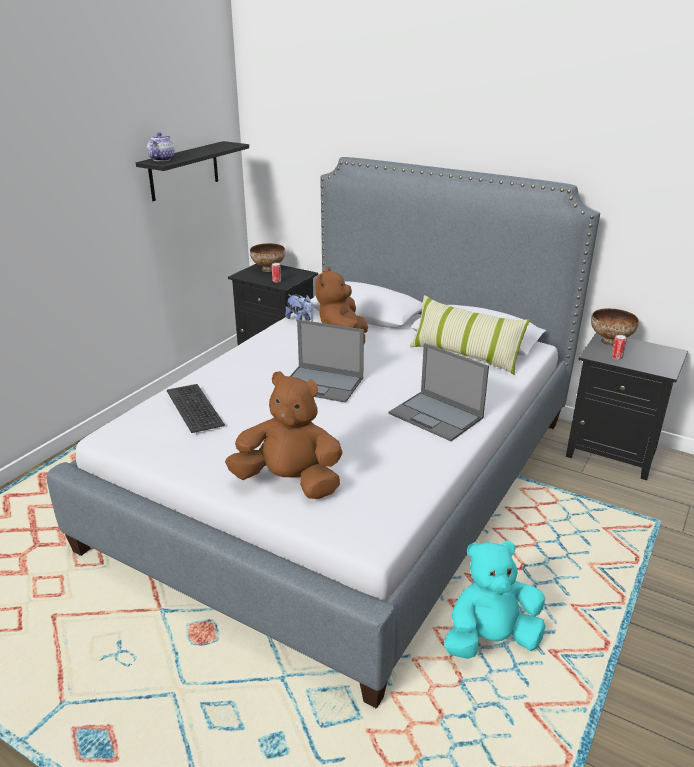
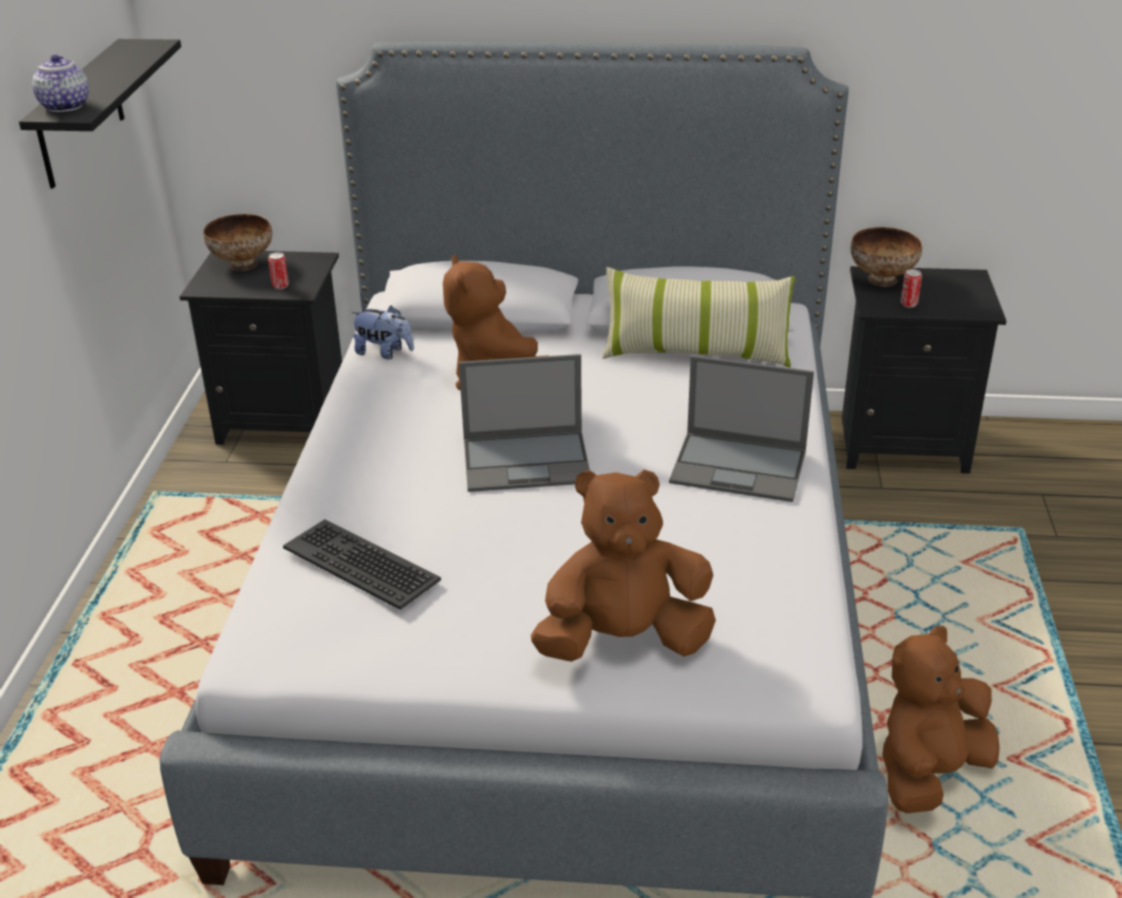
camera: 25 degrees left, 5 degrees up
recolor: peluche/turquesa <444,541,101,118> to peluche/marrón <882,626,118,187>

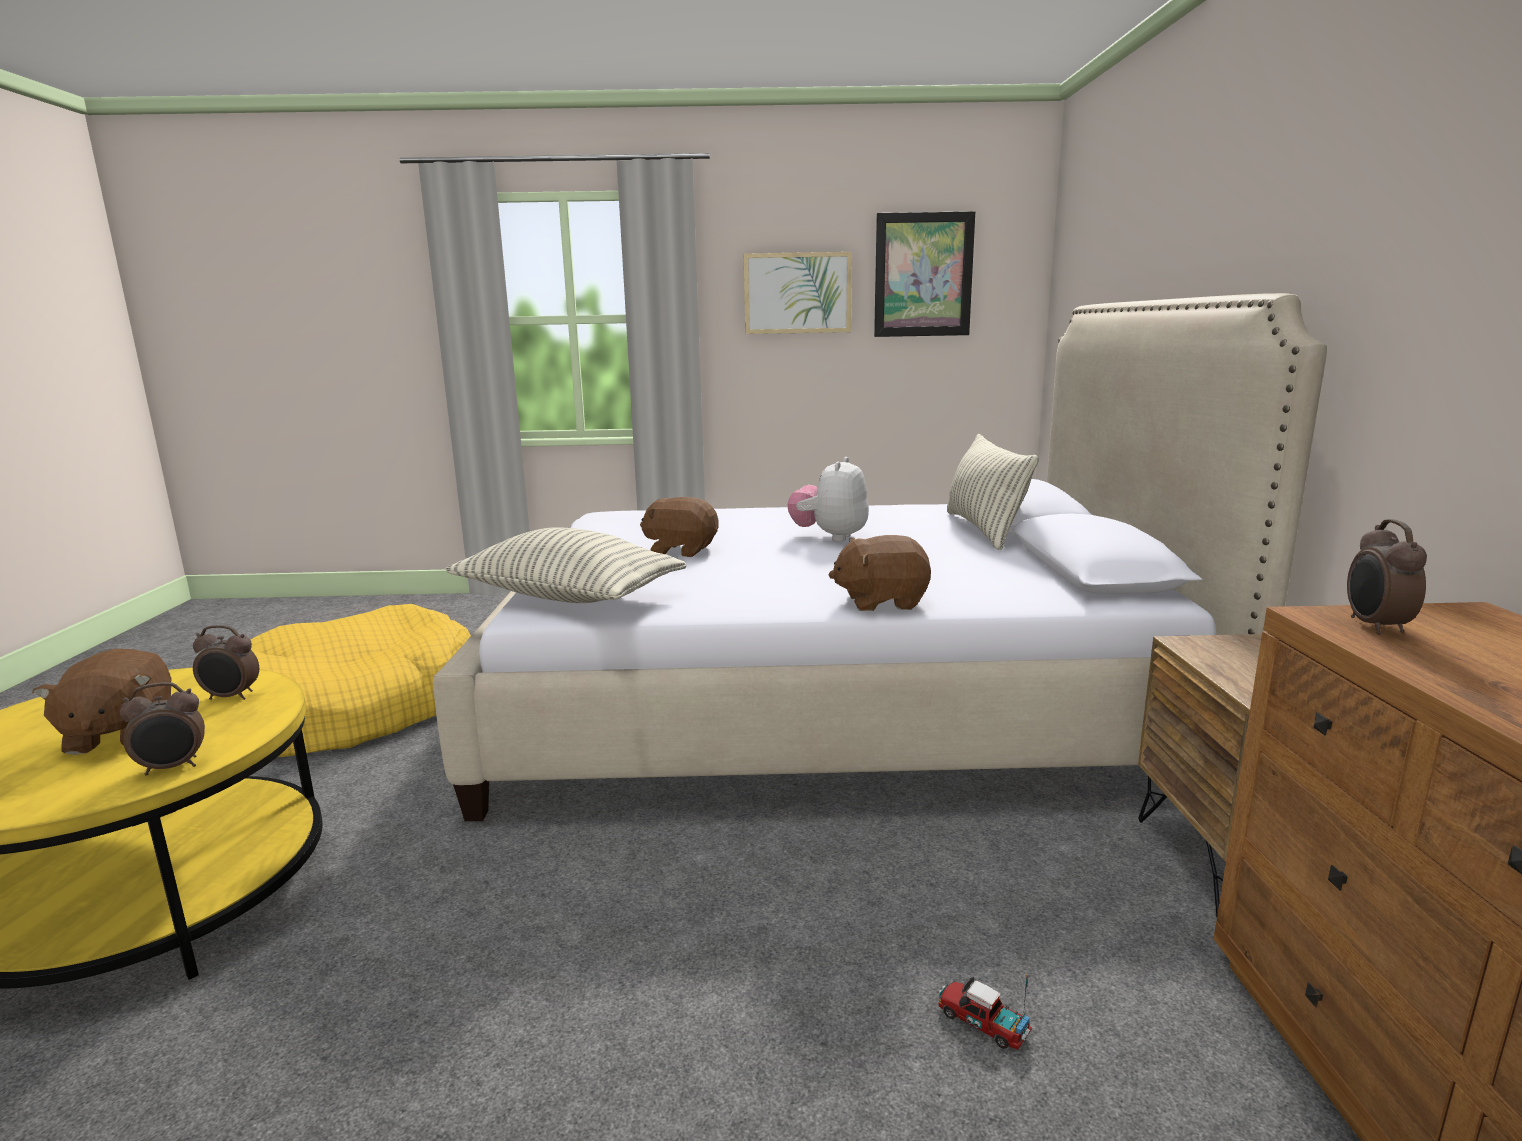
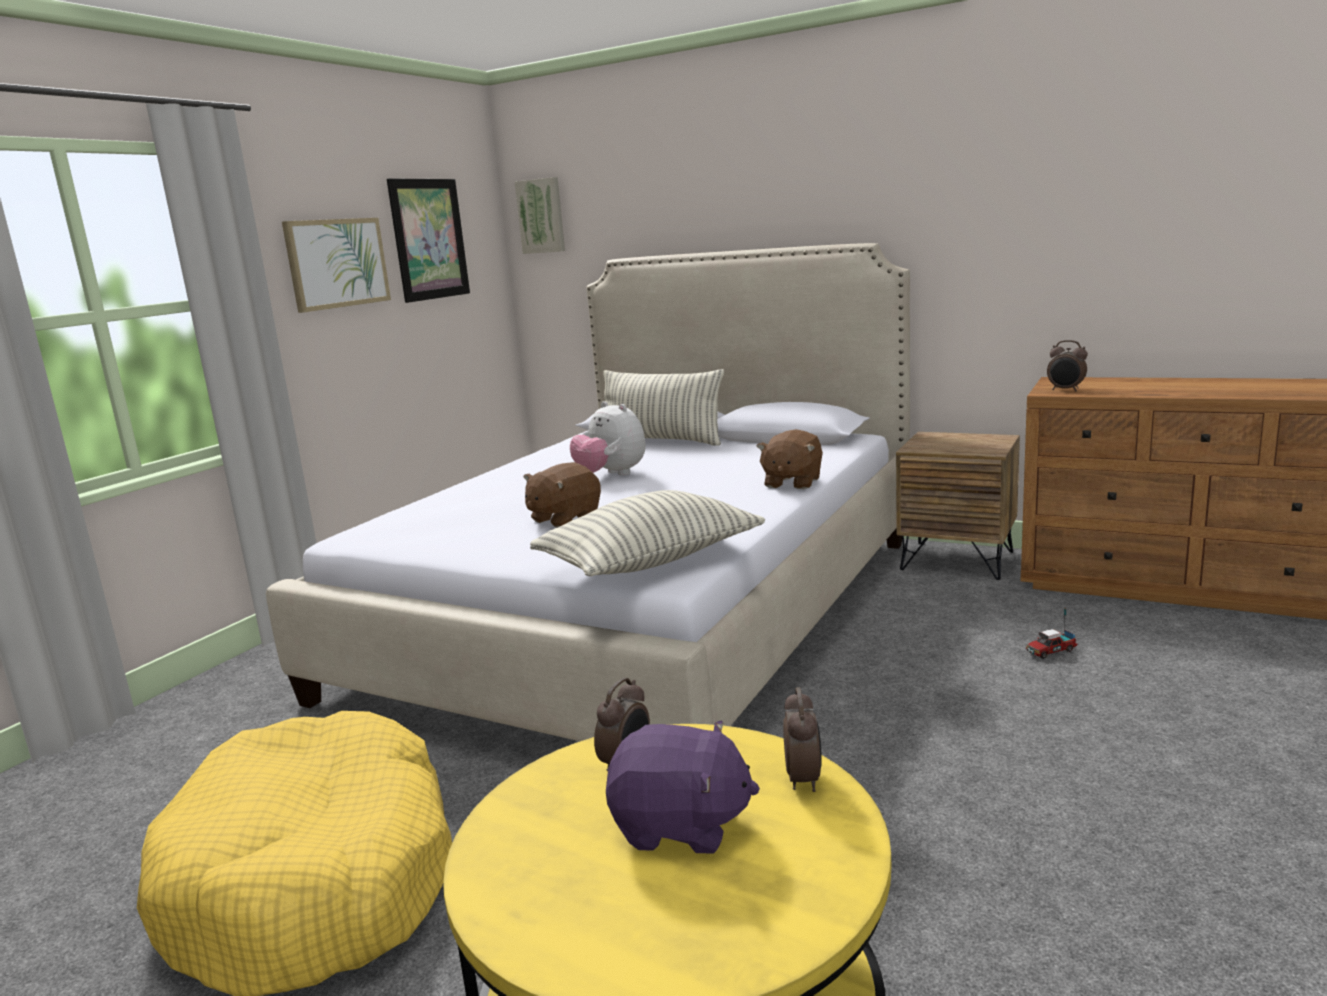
camera: 60 degrees left, 0 degrees up
insert: cuadro <515,177,50,77>
recolor: peluche/marrón <32,649,139,106> to peluche/morado <606,720,154,134>

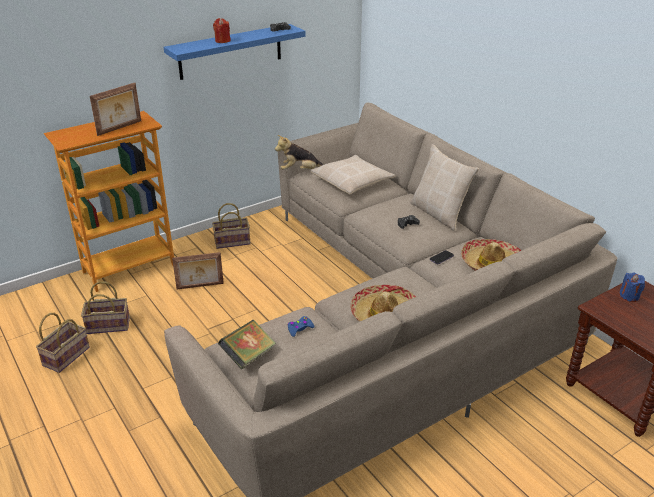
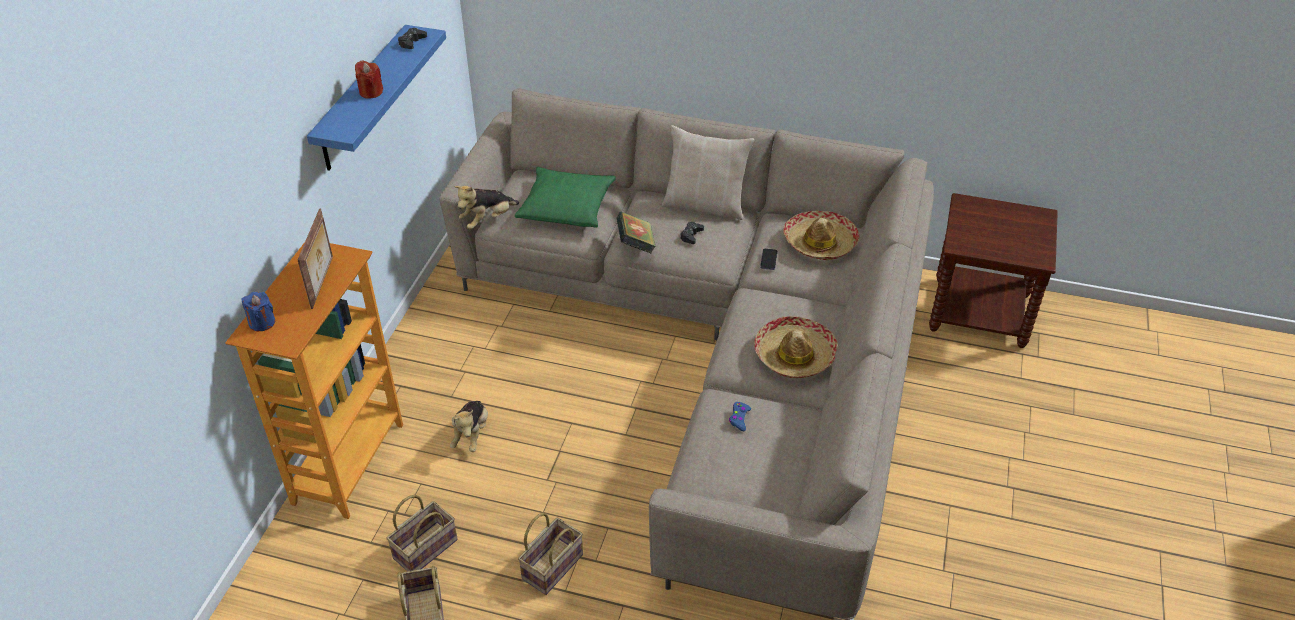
camera: 40 degrees left, 10 degrees up
move: cesta <212,203,39,46> to <518,512,65,83>; libro <218,320,58,49> to <616,212,40,42>; vela/azul <620,272,25,30> to <241,292,34,39>
replace: portarretratos <172,252,52,37> to peluche <450,401,38,51>
recolor: cojín/beis <311,155,84,39> to cojín/verde <515,167,101,61>

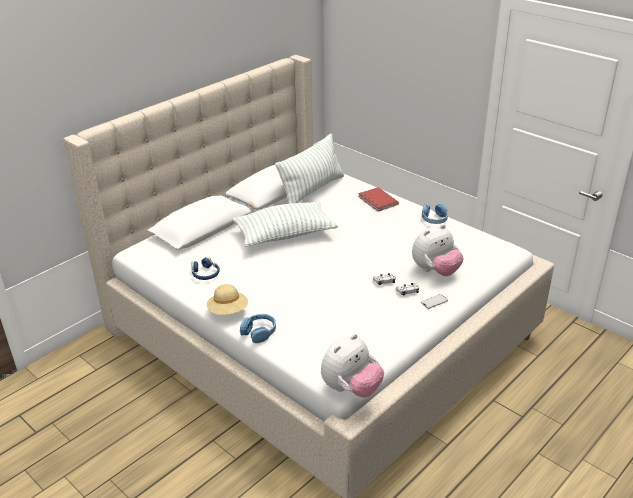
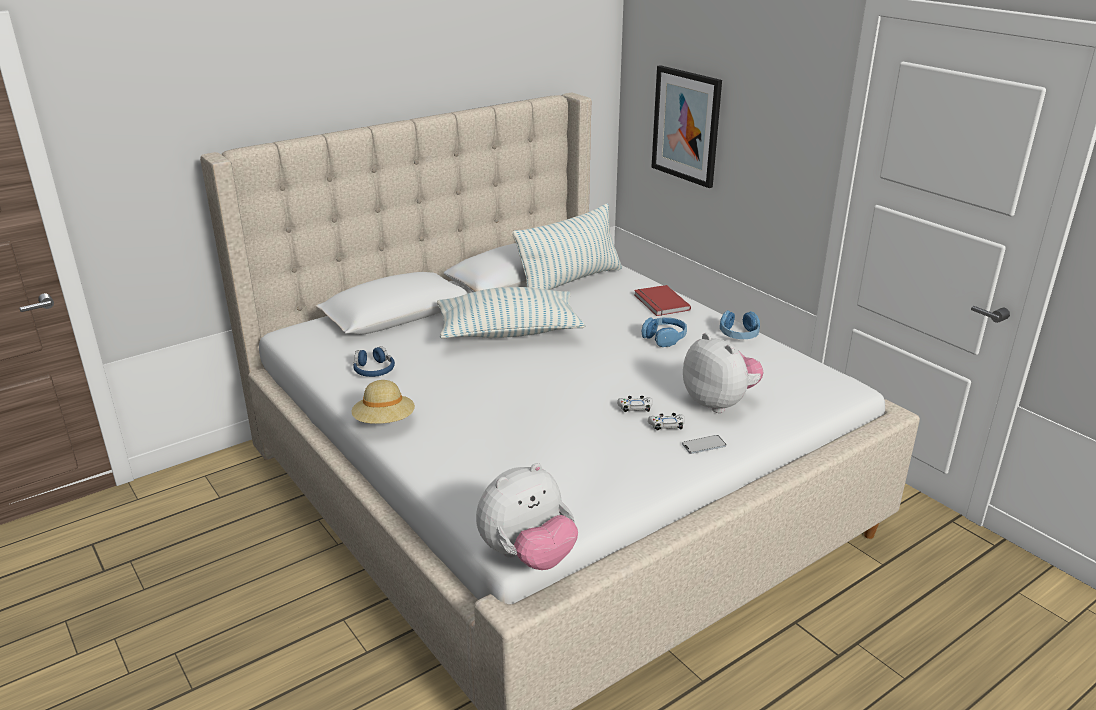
camera: 10 degrees right, 5 degrees down
insert: cuadro <651,65,71,123>
move: auriculares/azul <240,314,36,29> to <641,317,46,30>
rotate: peluche <412,224,52,52> = <683,333,81,80> 105 degrees counterclockwise

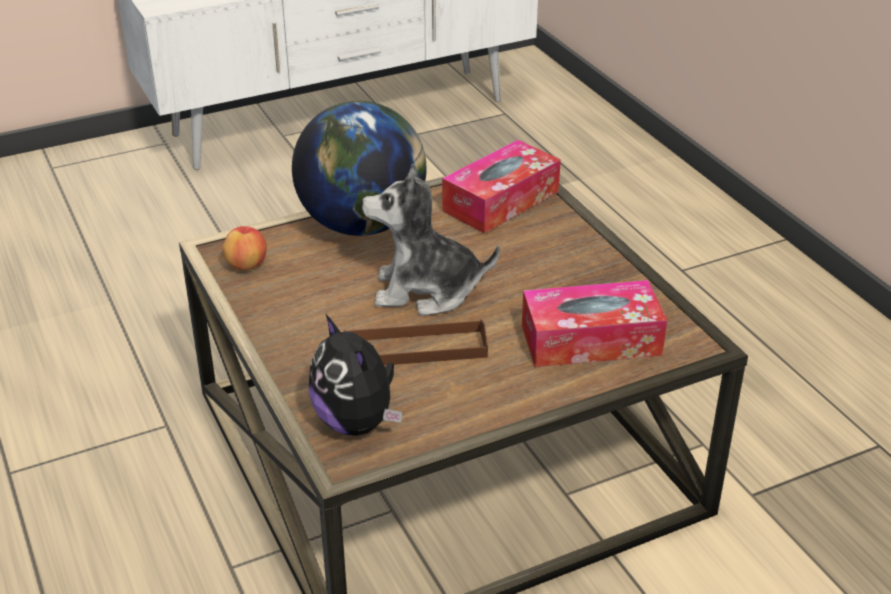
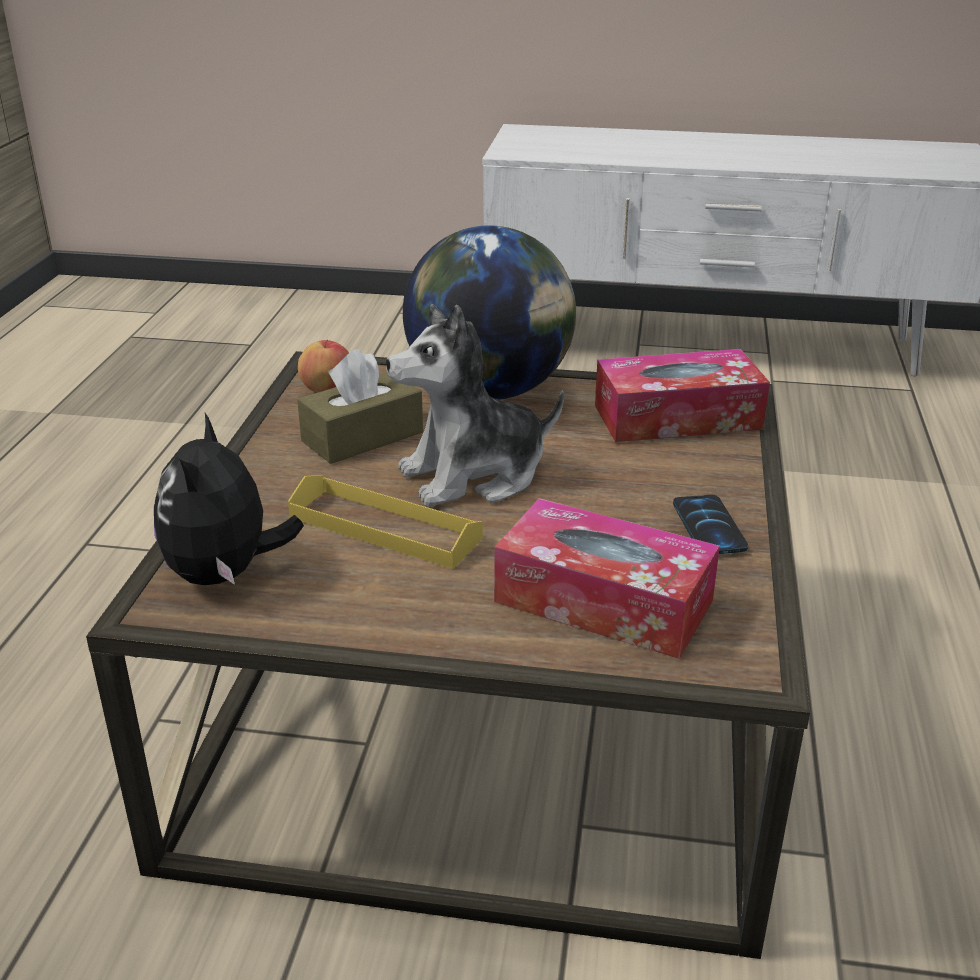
camera: 35 degrees right, 5 degrees down
insert: caja de pañuelos/marrón <297,349,126,115>; móvil <673,495,75,59>
recolor: bandeja/marrón <344,319,144,46> to bandeja/amarillo <288,475,195,94>
rotate: peluche <362,163,138,153> = <386,304,178,203> 60 degrees counterclockwise

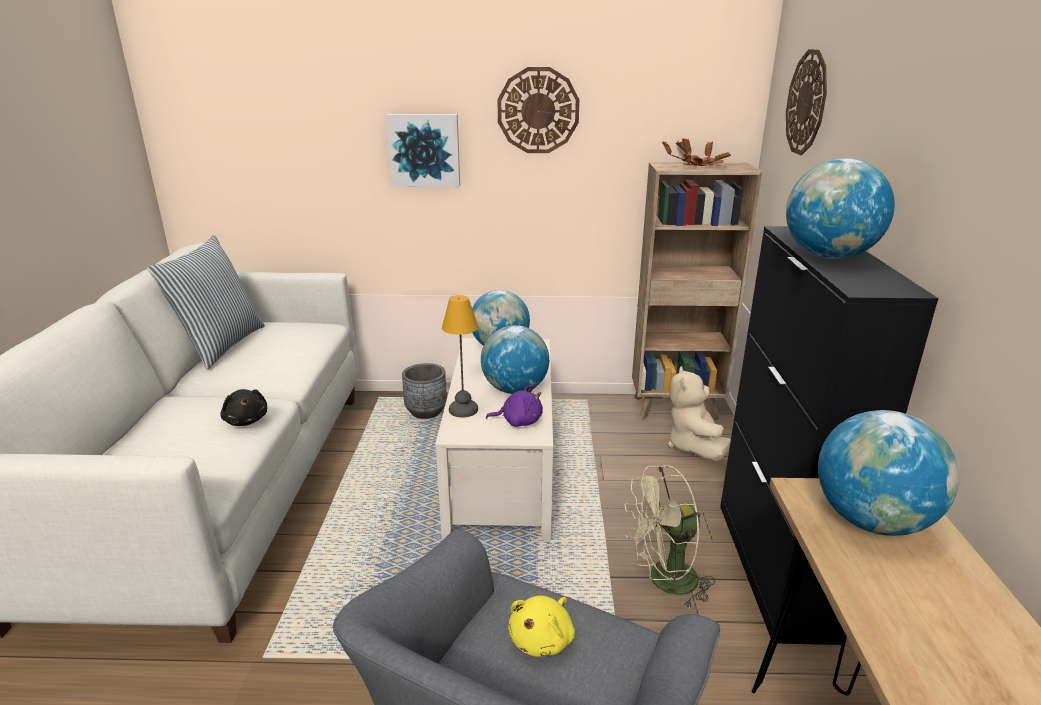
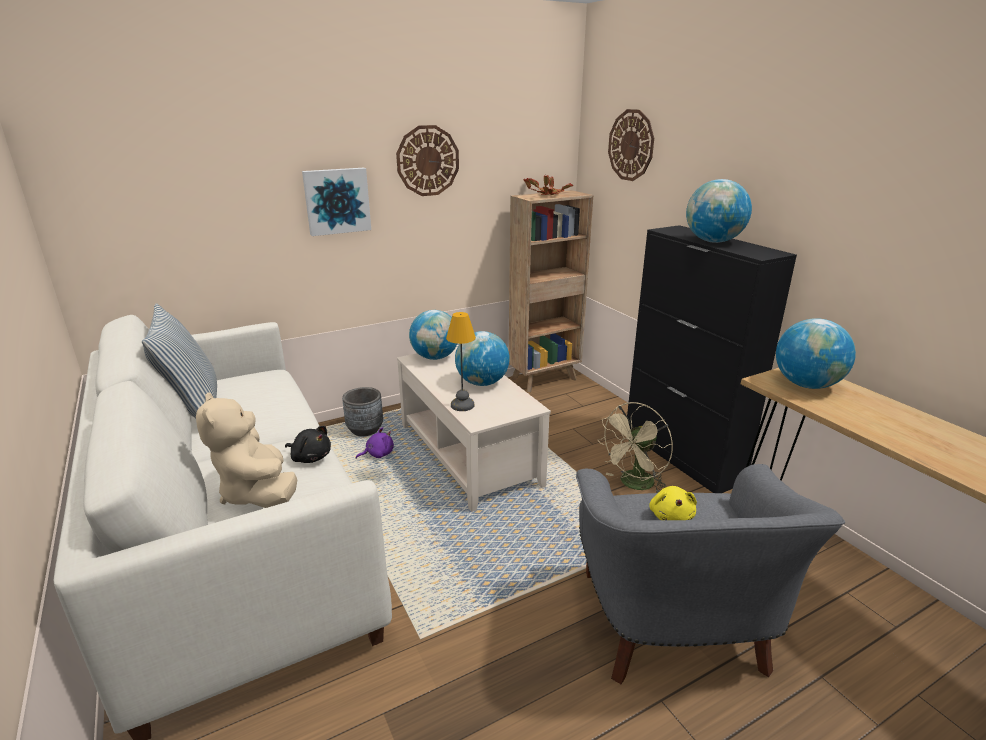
camera: 30 degrees left, 0 degrees up
move: peluche/morado <486,384,57,43> to <356,427,38,32>; peluche/beis <668,366,63,95> to <196,392,101,116>

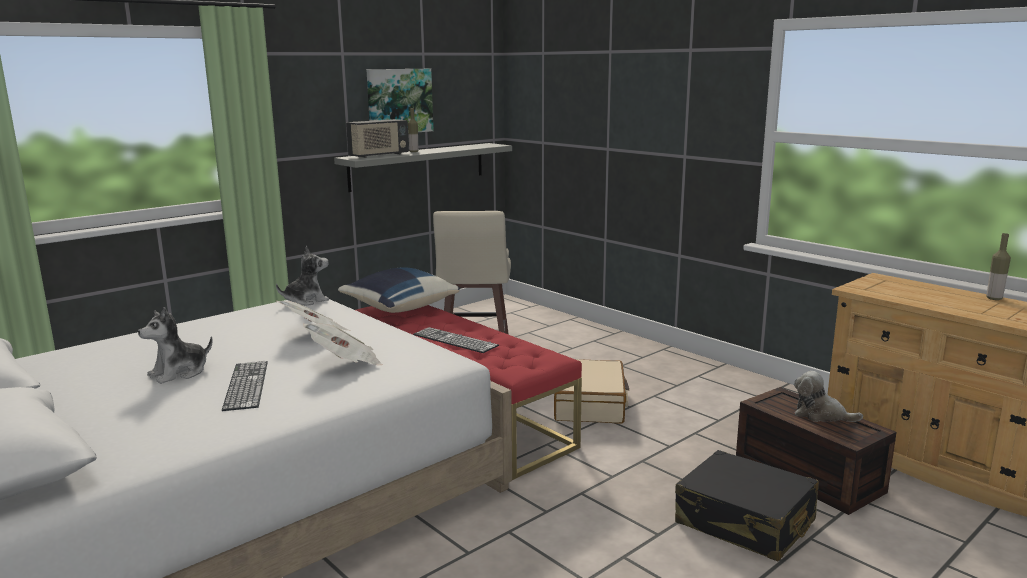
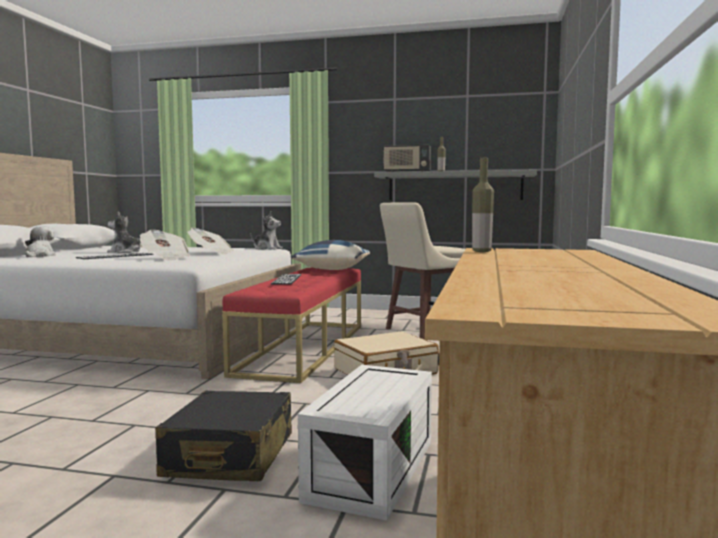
camera: 55 degrees right, 10 degrees down
delete: cuadro <366,69,68,63>
move: peluche <794,371,69,51> to <25,226,31,31>; botella <986,233,25,67> to <472,158,22,94>
recolor: caja de almacenaje/marrón <736,387,161,128> to caja de almacenaje/blanco <298,365,134,156>

